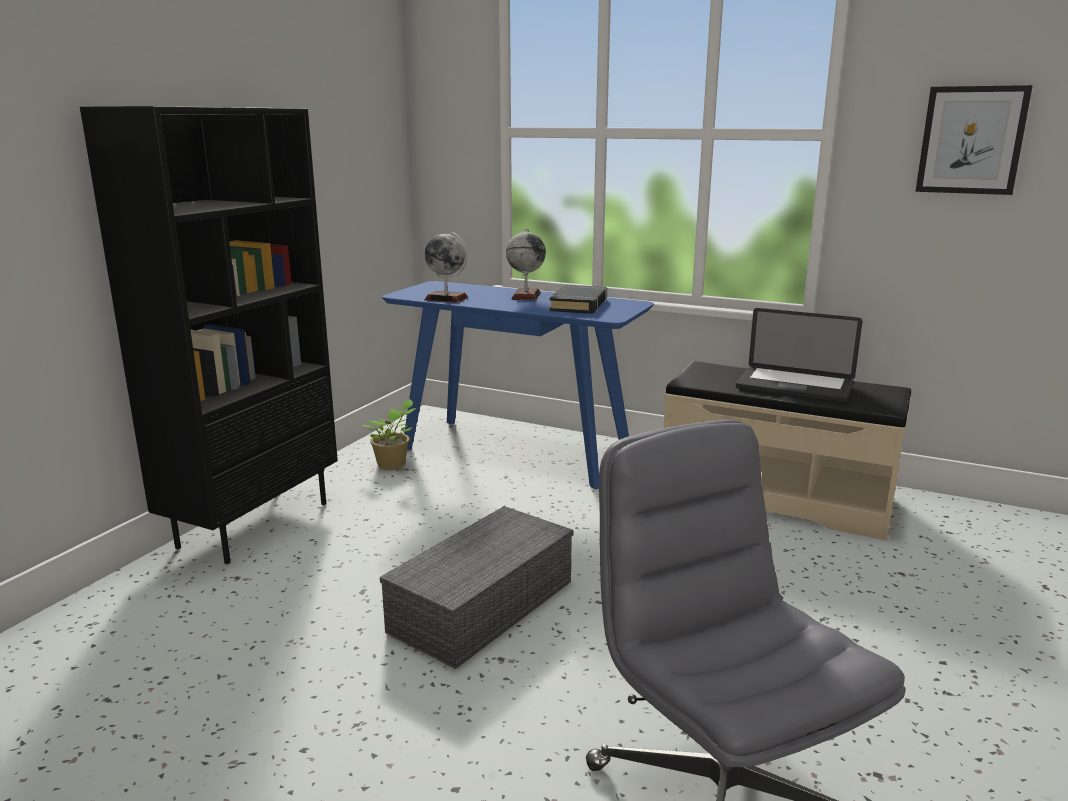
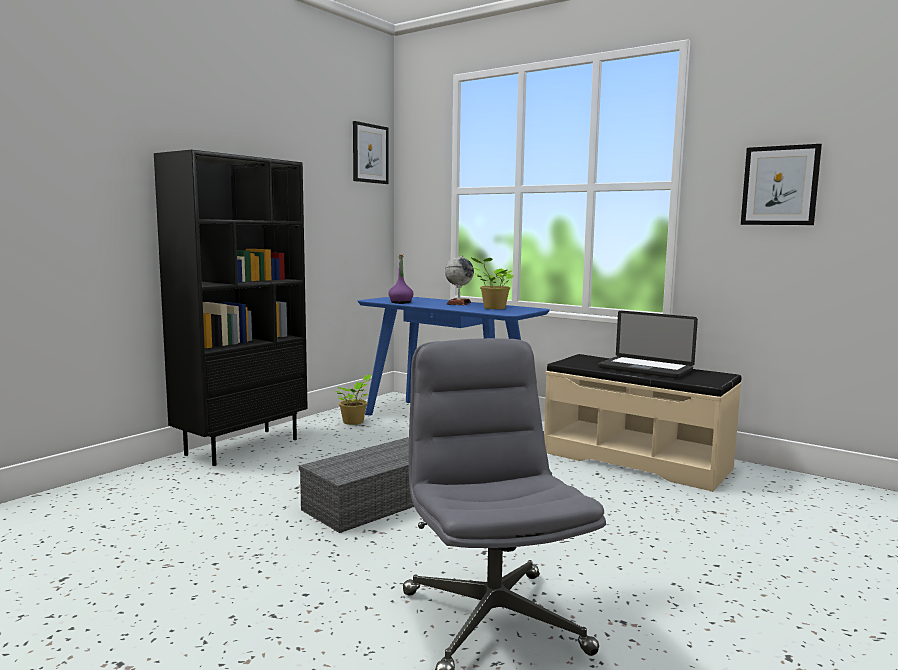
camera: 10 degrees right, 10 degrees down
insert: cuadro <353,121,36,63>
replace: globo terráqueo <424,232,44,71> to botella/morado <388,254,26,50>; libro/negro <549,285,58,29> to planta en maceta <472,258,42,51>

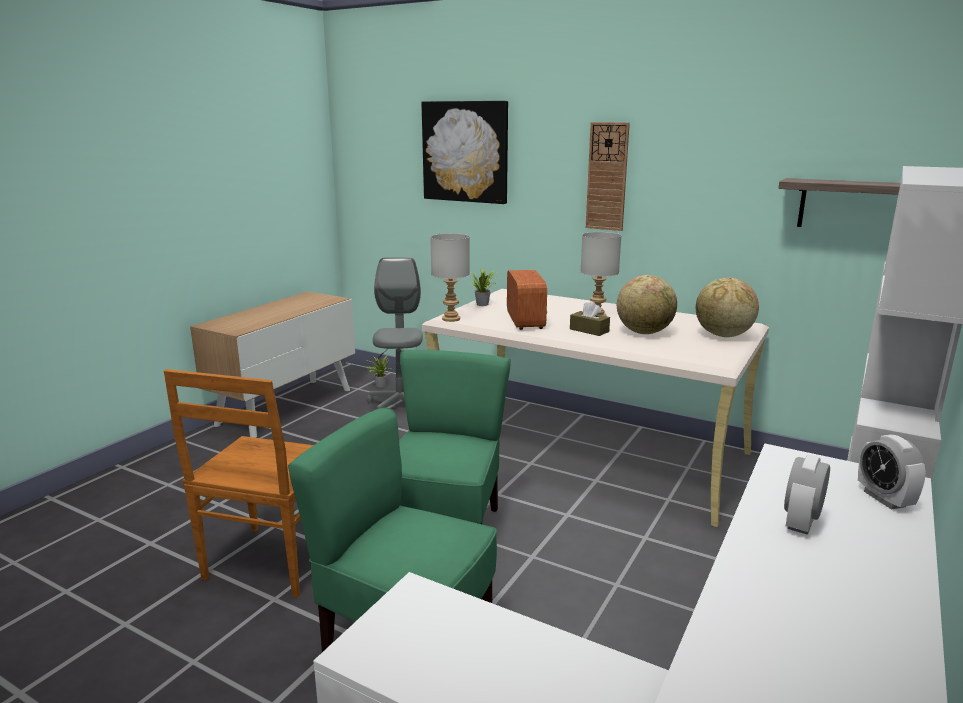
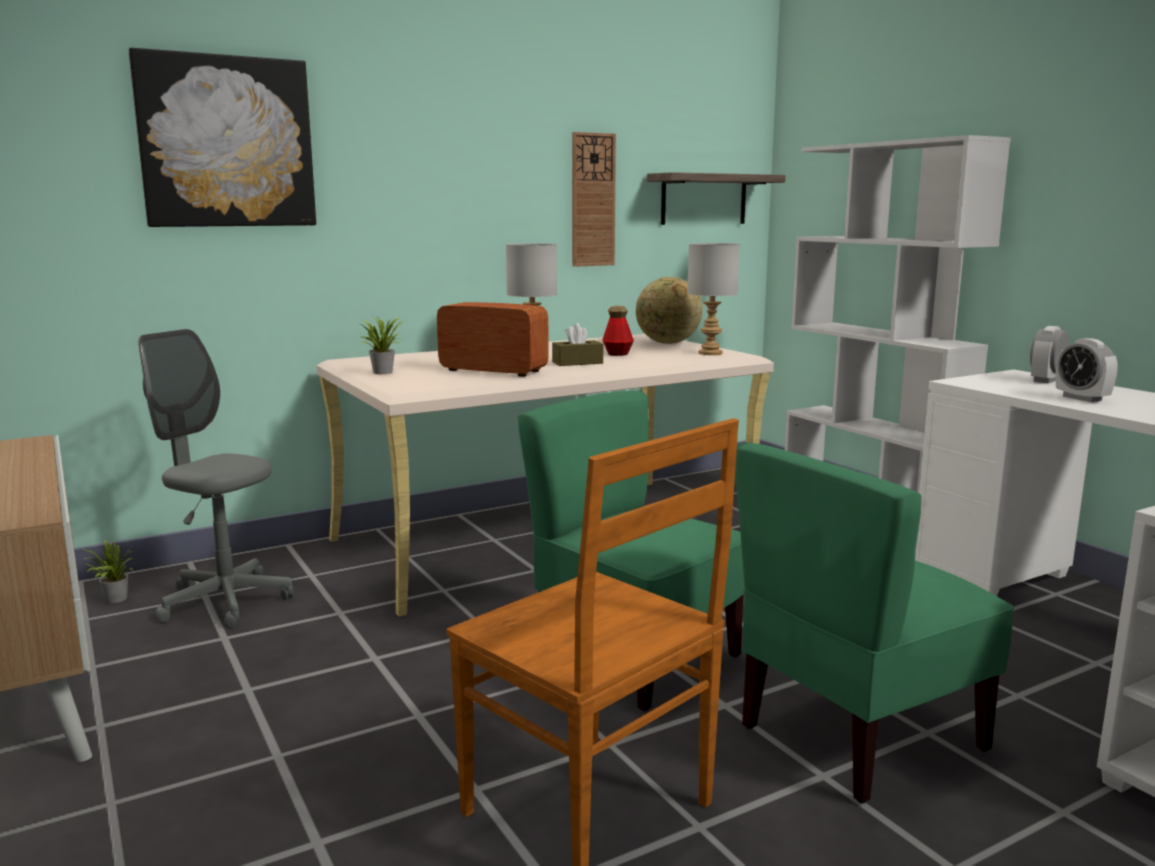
camera: 60 degrees left, 5 degrees down
move: lámpara de mesa/gris <430,233,40,89> to <687,243,53,112>; reloj de pared <586,122,44,109> to <572,132,44,135>
replace: globo terráqueo <617,275,60,59> to botella <602,306,32,50>
rotate: despertador <858,435,68,75> = <1030,326,39,57> 120 degrees clockwise

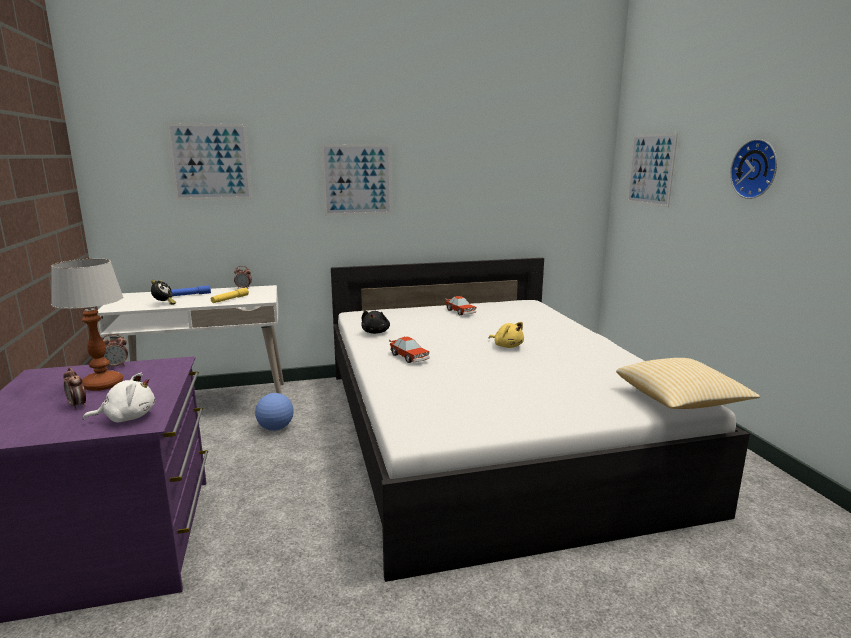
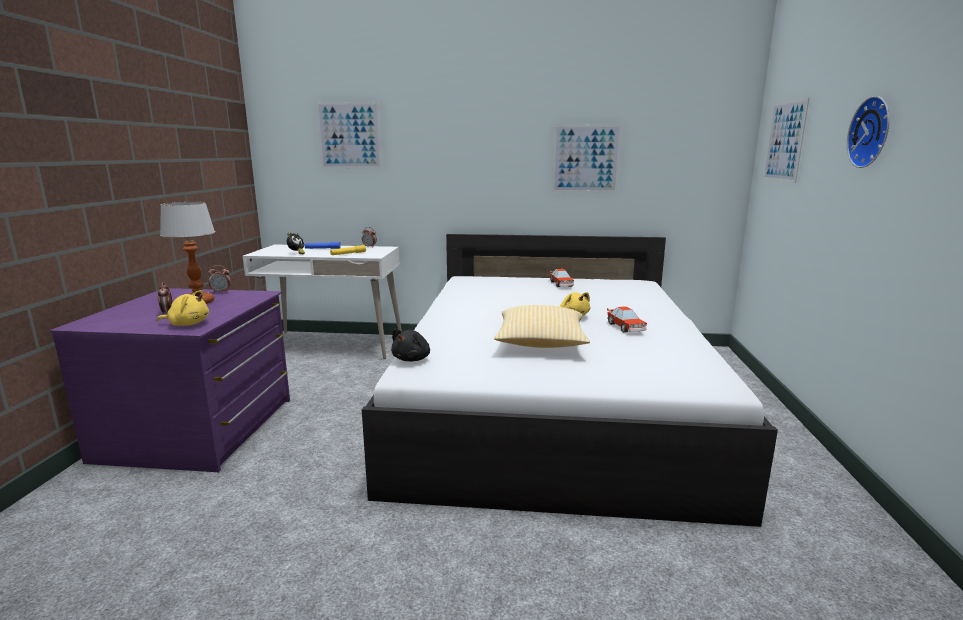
camera: 20 degrees right, 0 degrees up
delete: balón de fútbol <255,393,39,38>
move: cuadro <321,144,71,71> to <552,125,70,68>; peluche/negro <361,310,29,24> to <391,329,39,32>; coche de juguete <389,336,41,27> to <607,306,40,26>; cojín <616,358,144,51> to <494,305,96,43>
recolor: peluche/blanco <82,373,73,50> to peluche/amarillo <157,290,52,36>

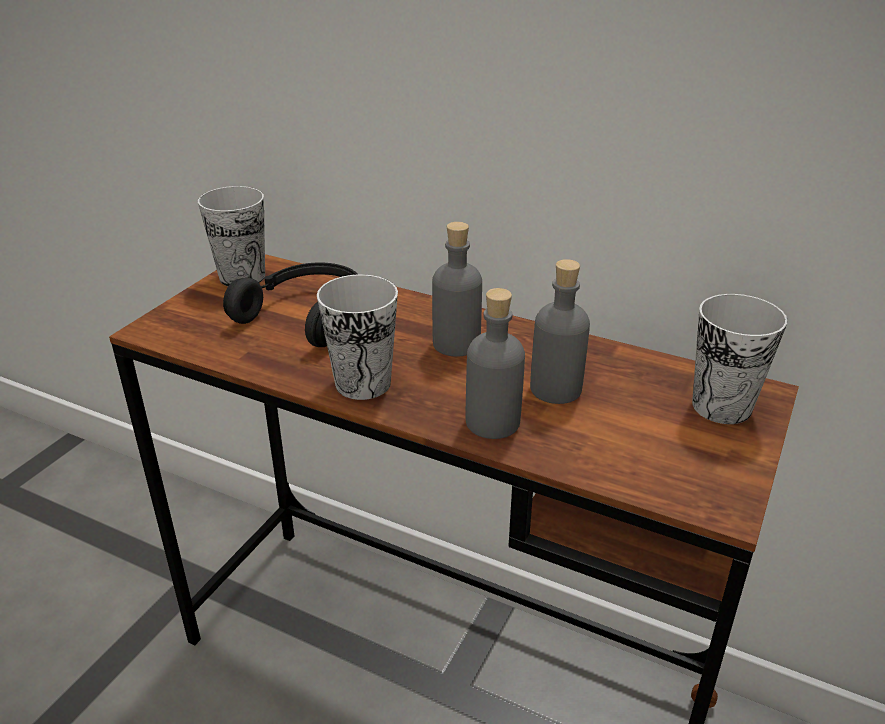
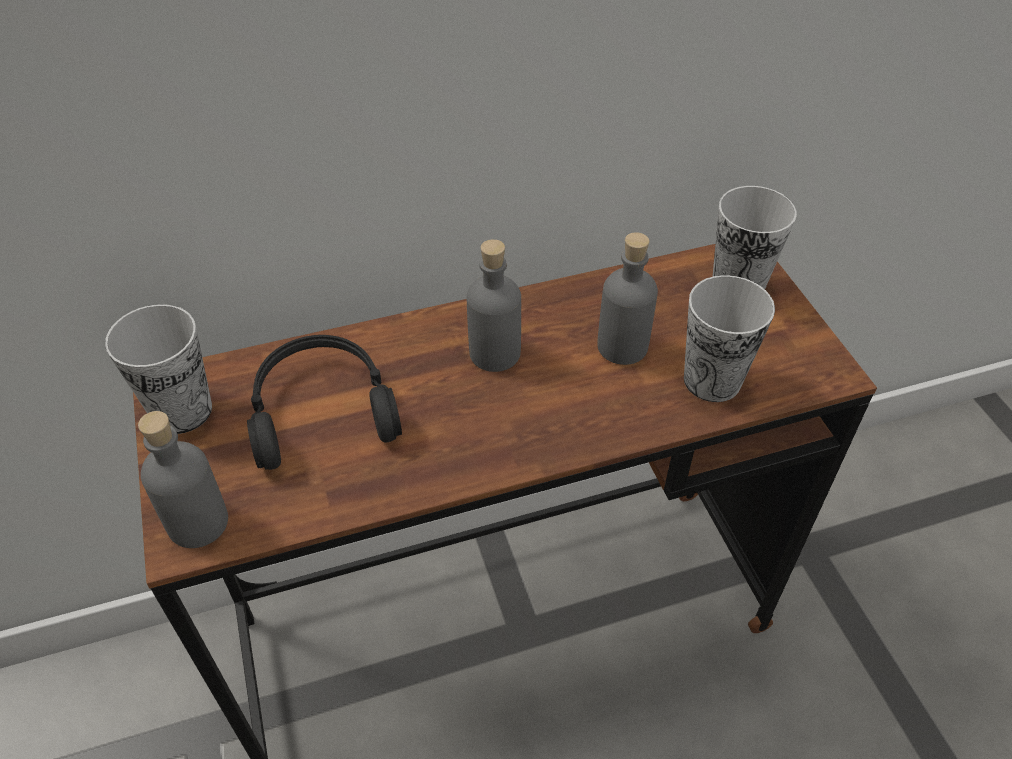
camera: 45 degrees left, 15 degrees up
move: taza <317,274,81,126> to <684,275,91,127>; botella/gris <466,288,59,151> to <138,411,90,137>

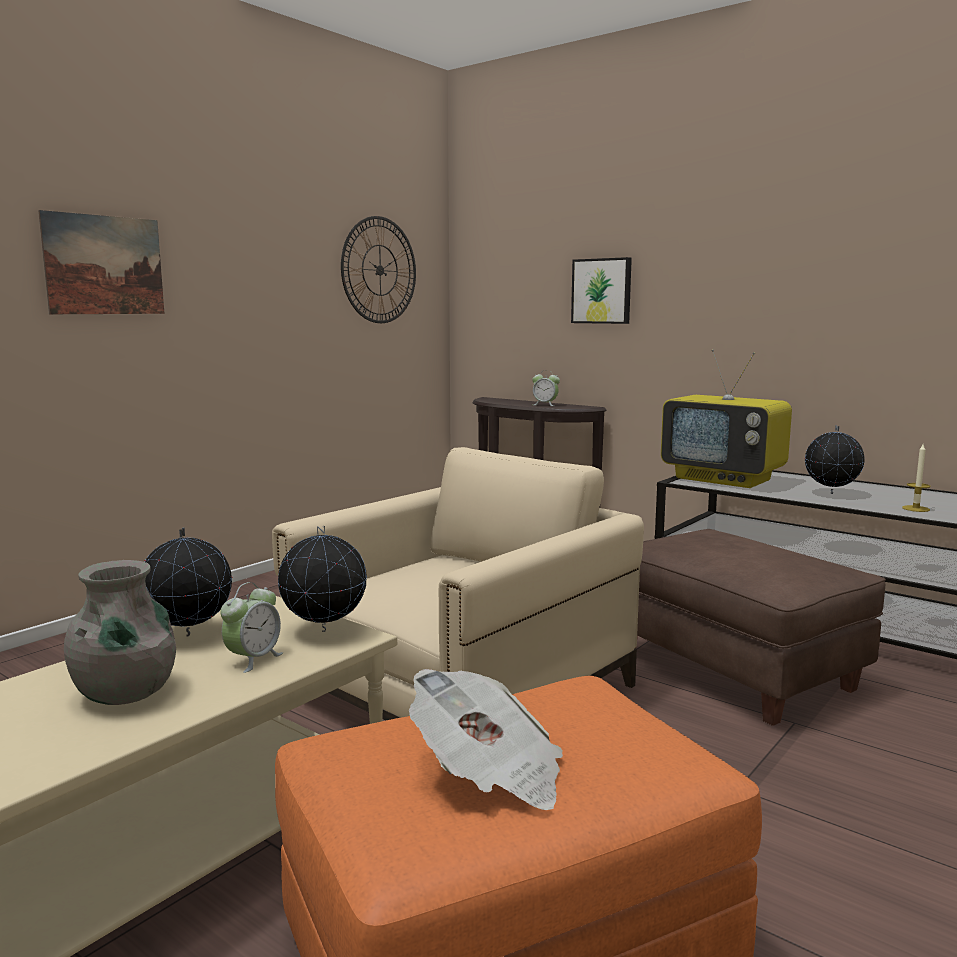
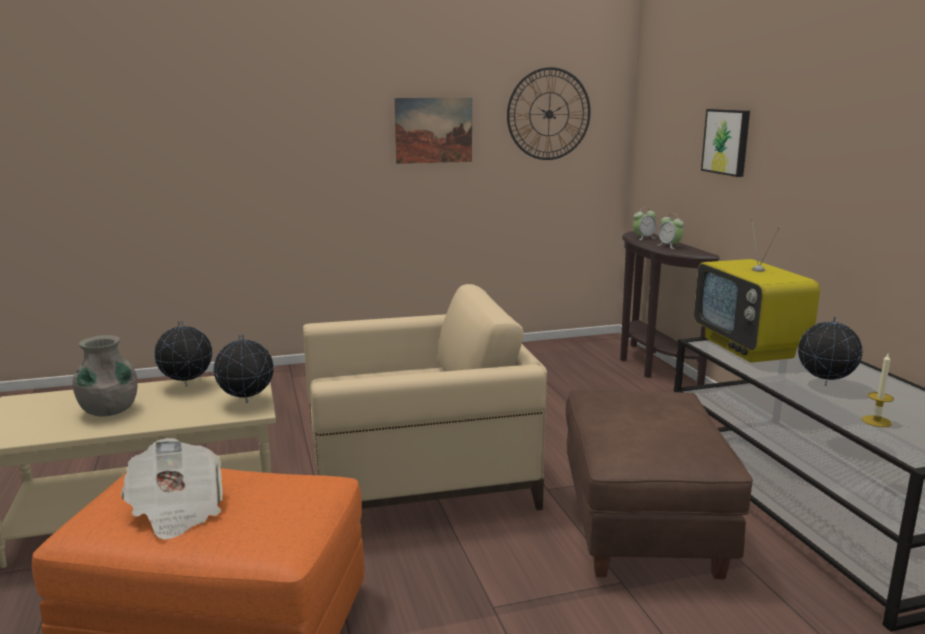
camera: 35 degrees right, 5 degrees up
move: cuadro <38,210,126,104> to <394,98,78,66>; despertador <220,582,63,91> to <633,207,23,33>

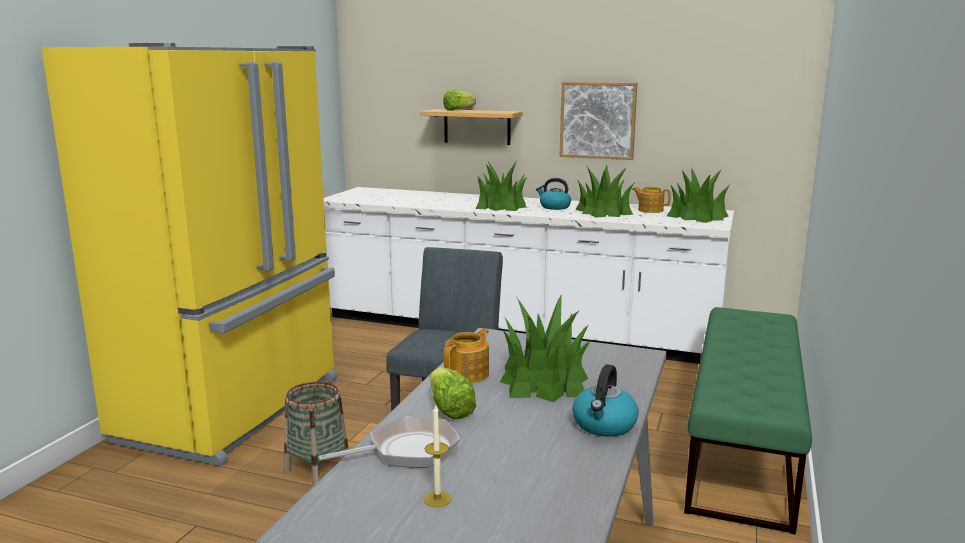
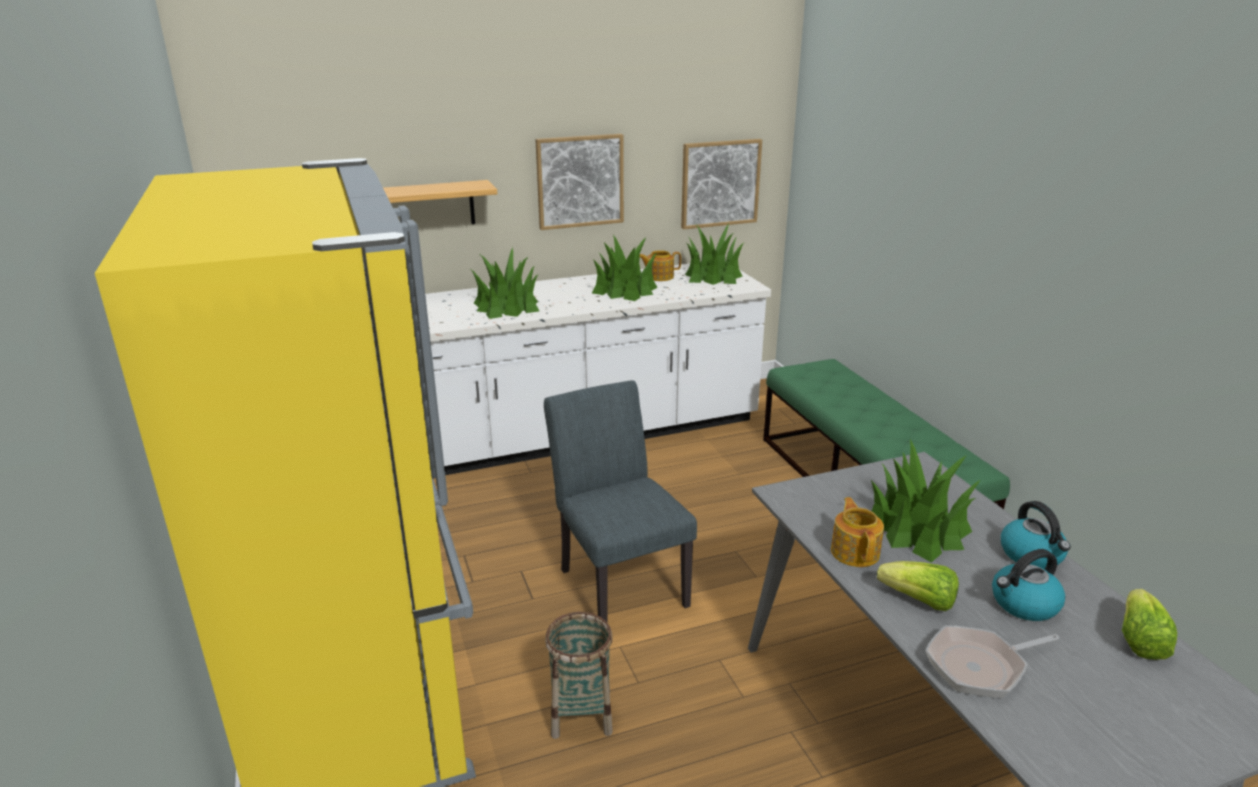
camera: 40 degrees left, 10 degrees up
delete: vela <424,405,28,102>
insert: cuadro <681,139,81,90>
move: lechuga <443,90,33,21> to <1122,589,55,71>; hervidor <536,178,35,32> to <992,549,73,72>
rotate: sartén <319,417,141,51> = <925,625,134,73> 135 degrees counterclockwise

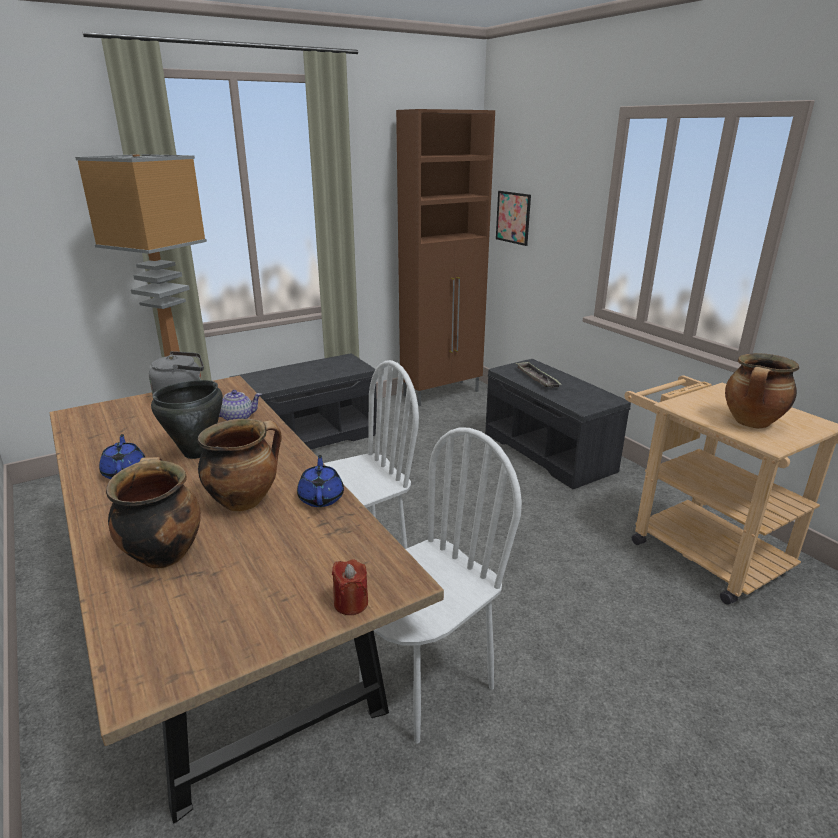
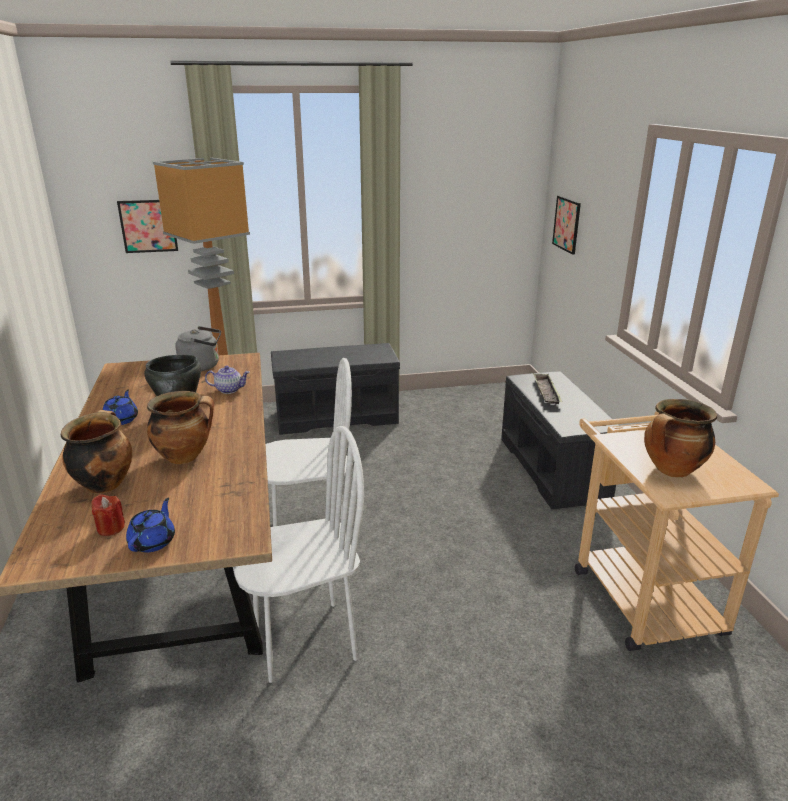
camera: 20 degrees right, 0 degrees up
delete: armario/marrón <396,109,99,297>
insert: cuadro <117,200,61,53>
move: tetera/azul <297,455,47,52> to <126,498,49,54>; vela/rojo <332,559,36,56> to <92,494,33,42>

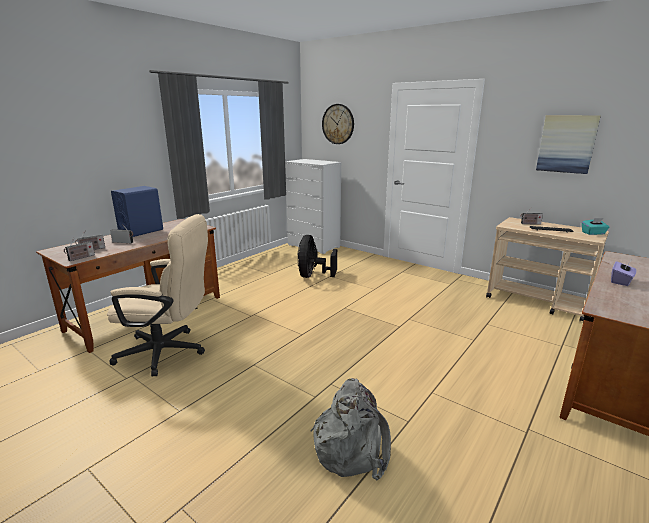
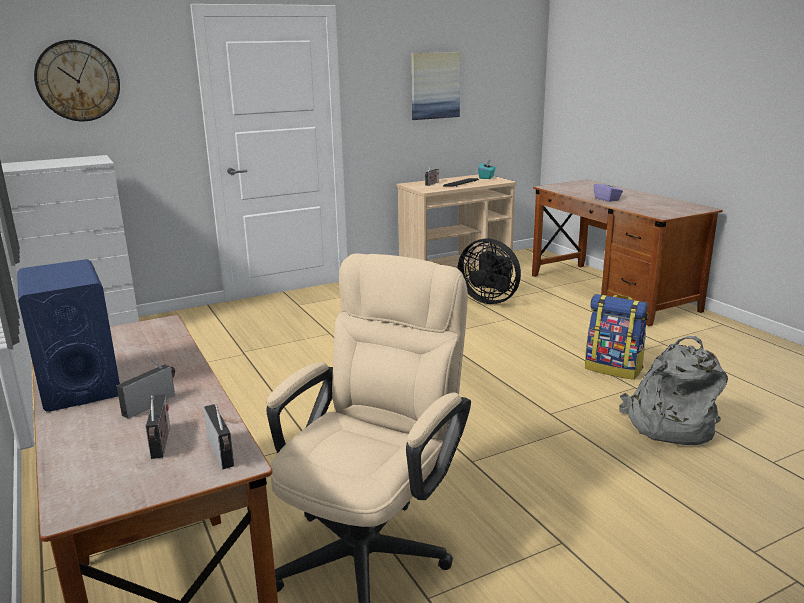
camera: 65 degrees left, 0 degrees up
insert: mochila <585,294,63,86>
move: ventilador/negro <297,235,40,43> to <458,239,63,65>

